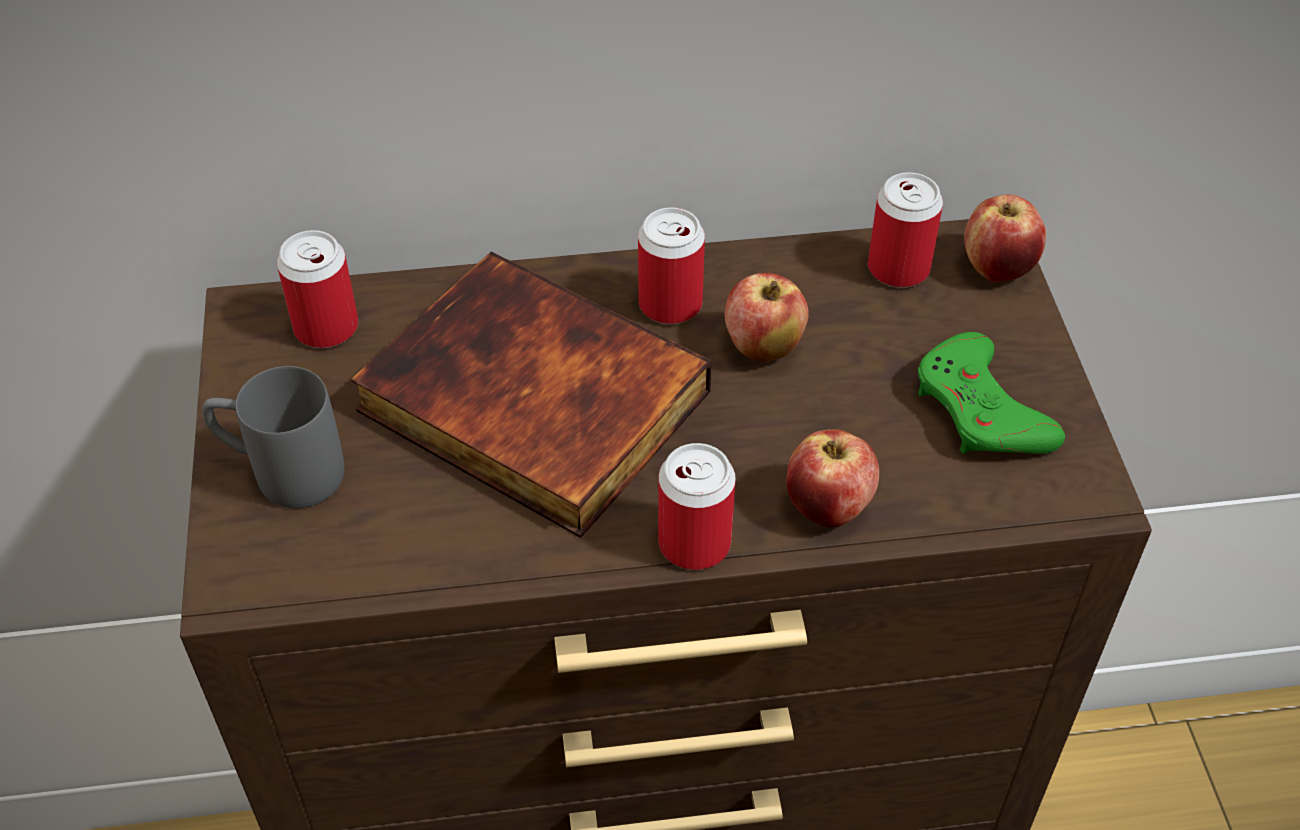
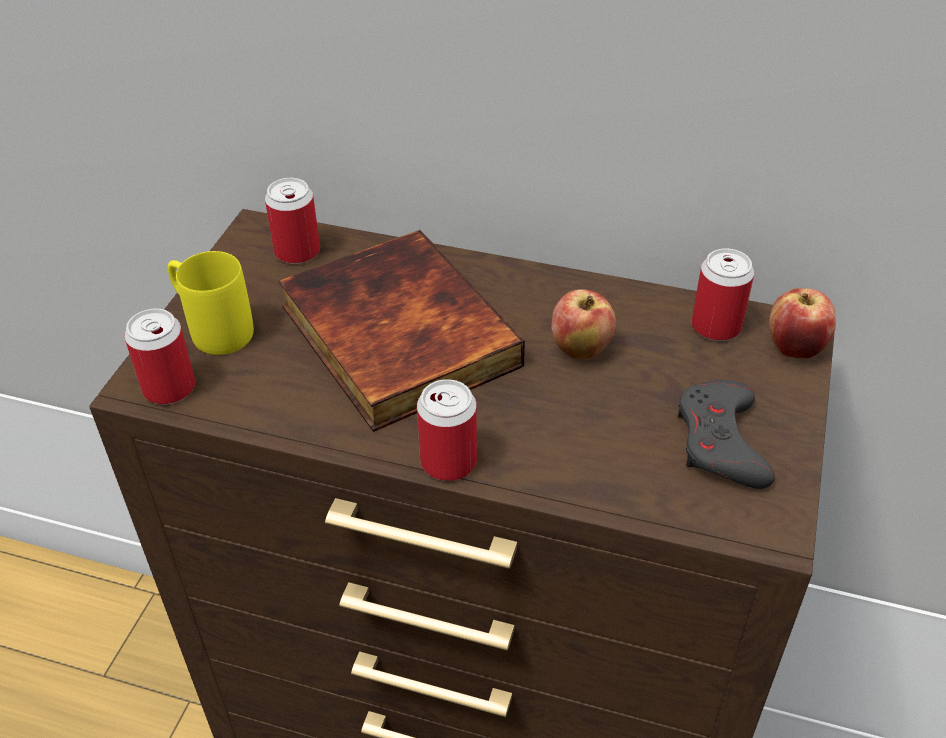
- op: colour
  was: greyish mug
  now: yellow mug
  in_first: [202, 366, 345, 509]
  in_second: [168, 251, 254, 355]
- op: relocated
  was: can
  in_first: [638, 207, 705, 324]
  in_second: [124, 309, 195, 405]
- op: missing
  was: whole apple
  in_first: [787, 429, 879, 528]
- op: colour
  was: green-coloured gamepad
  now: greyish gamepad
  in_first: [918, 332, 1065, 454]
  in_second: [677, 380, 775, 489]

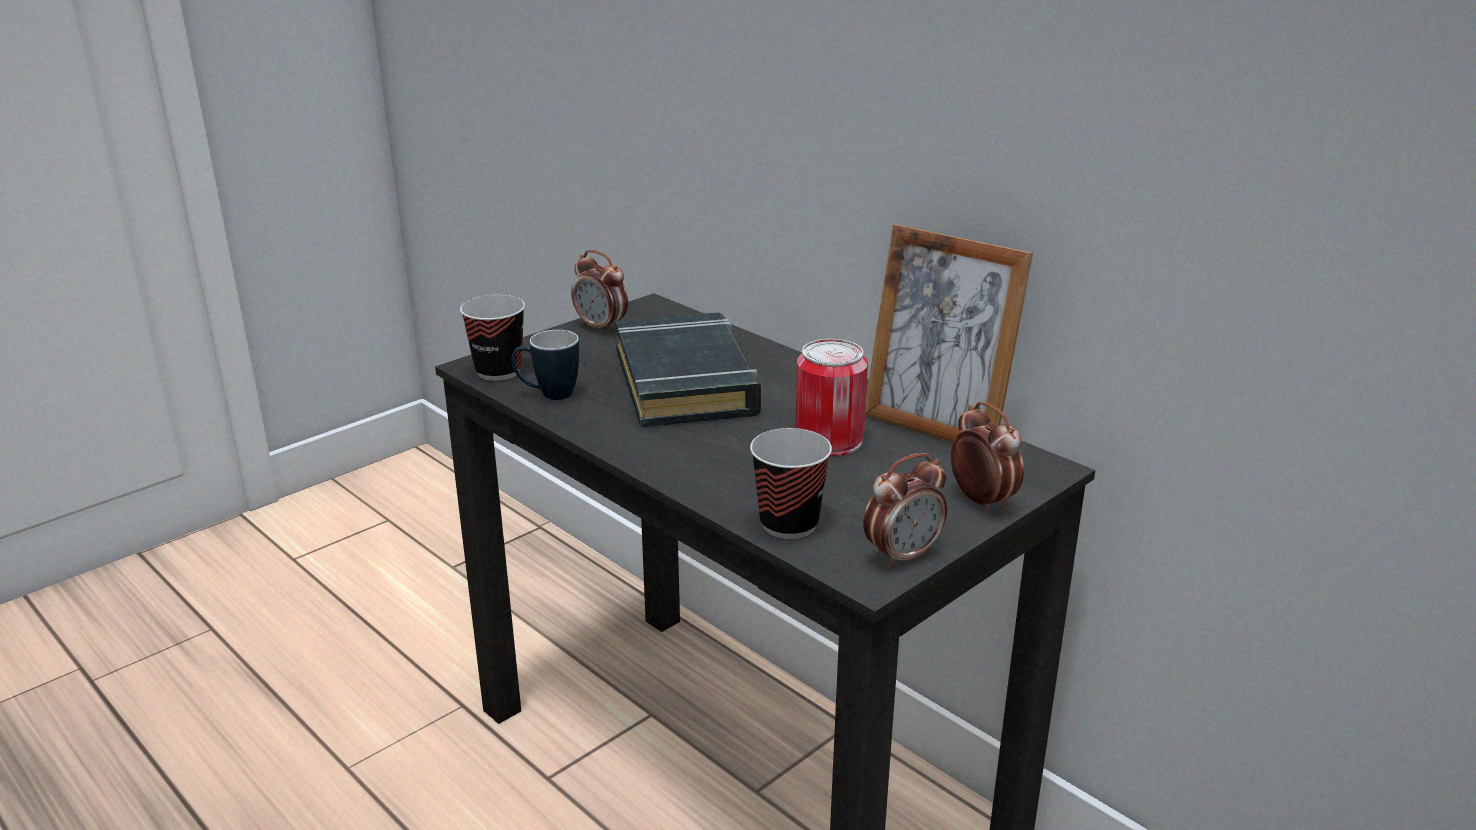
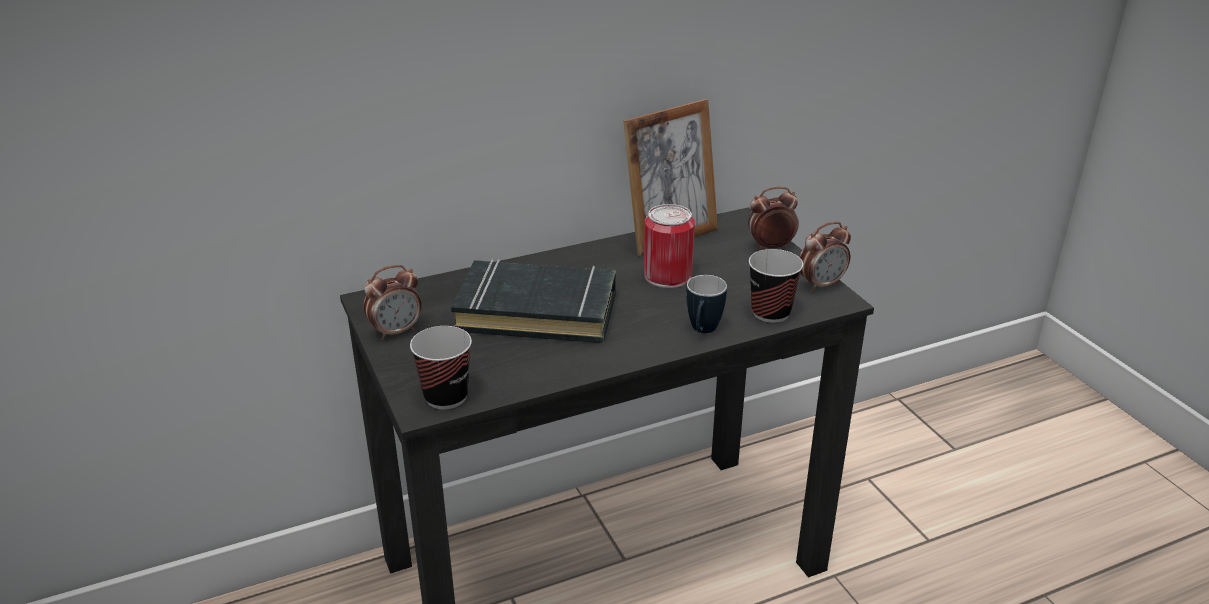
- op: relocated
  was: mug
  in_first: [512, 330, 579, 400]
  in_second: [686, 275, 727, 333]
- op: spun
  was: bedside clock
  in_first: [863, 453, 947, 569]
  in_second: [799, 222, 851, 292]
  clockwise: 75

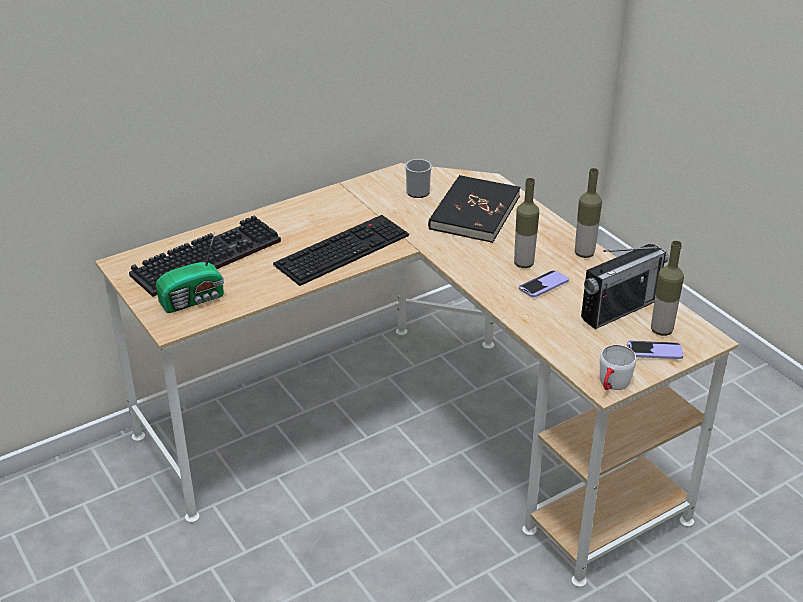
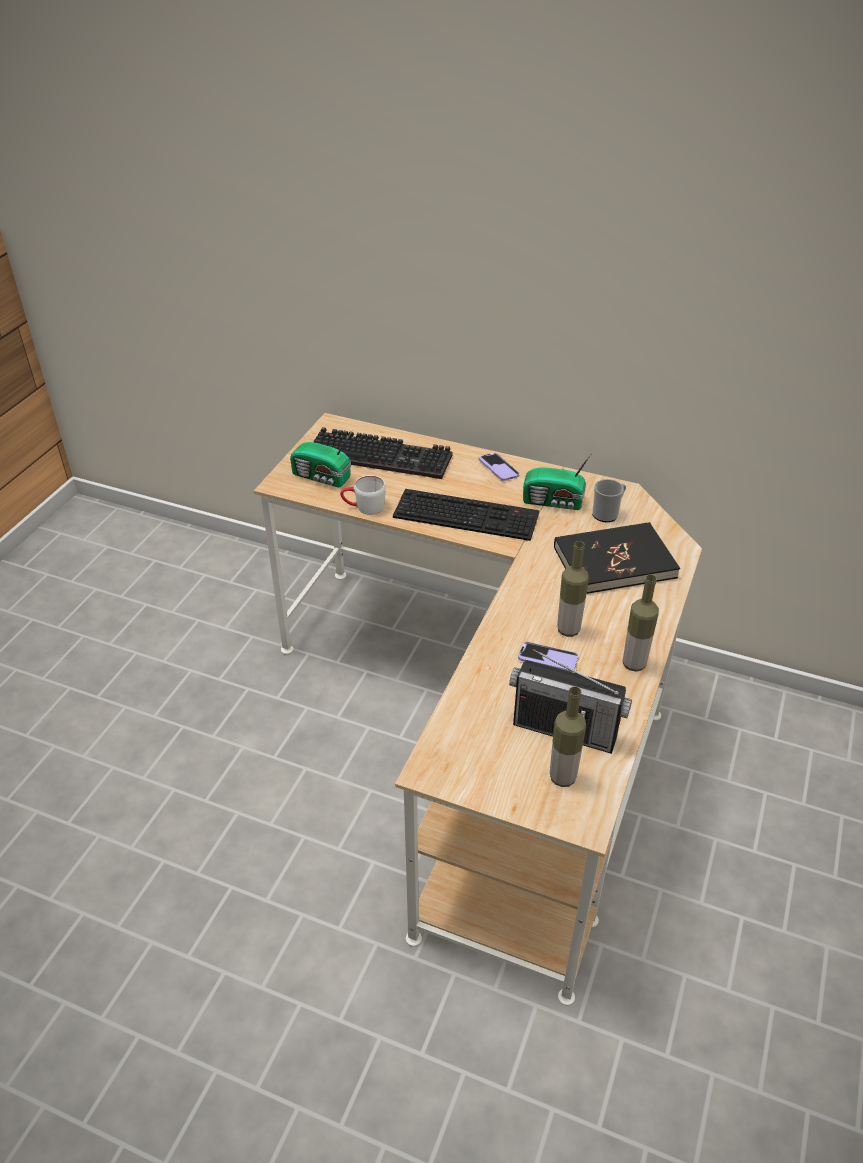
- op: relocated
  was: white-coloured mug
  in_first: [600, 345, 637, 390]
  in_second: [340, 475, 386, 515]
- op: relocated
  was: handset
  in_first: [627, 340, 683, 359]
  in_second: [478, 453, 520, 481]
- op: appeared
  now: radio receiver
  in_second: [523, 450, 594, 510]

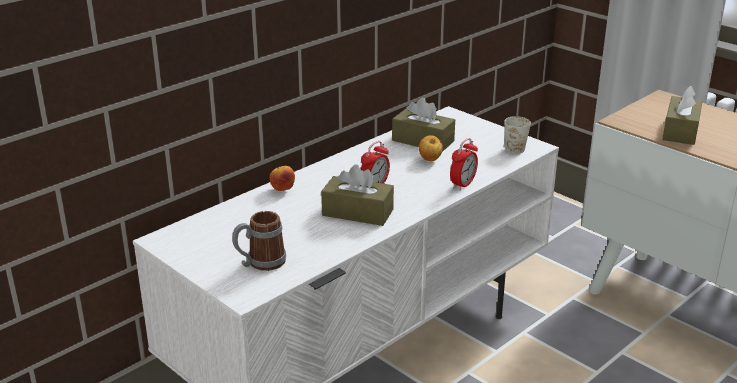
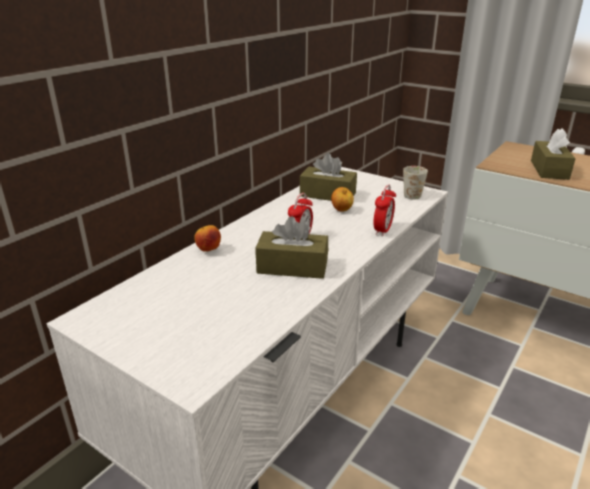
- op: missing
  was: mug
  in_first: [232, 211, 286, 271]

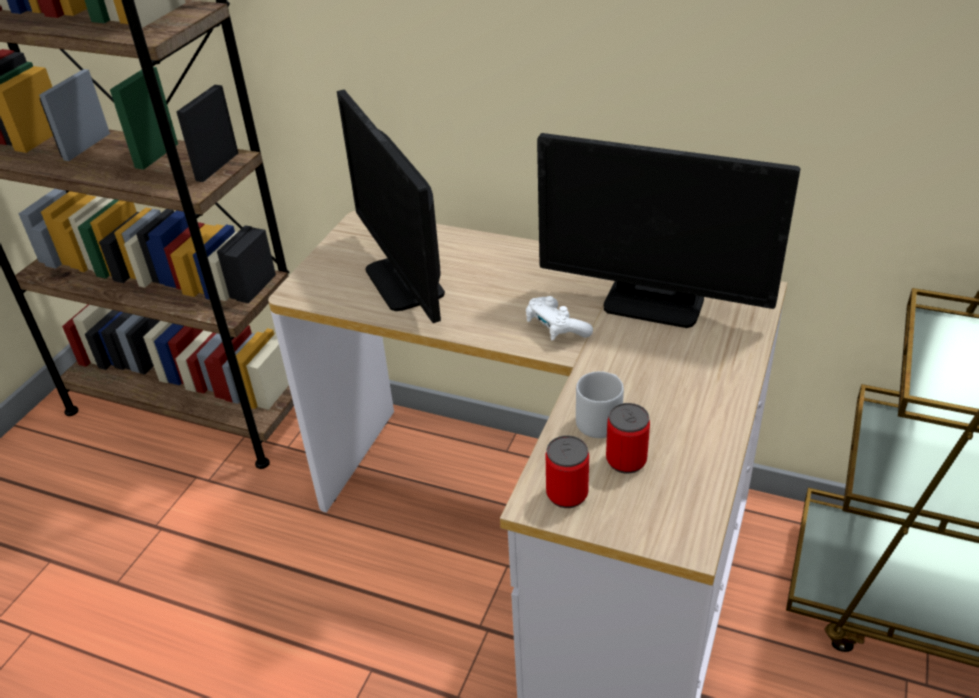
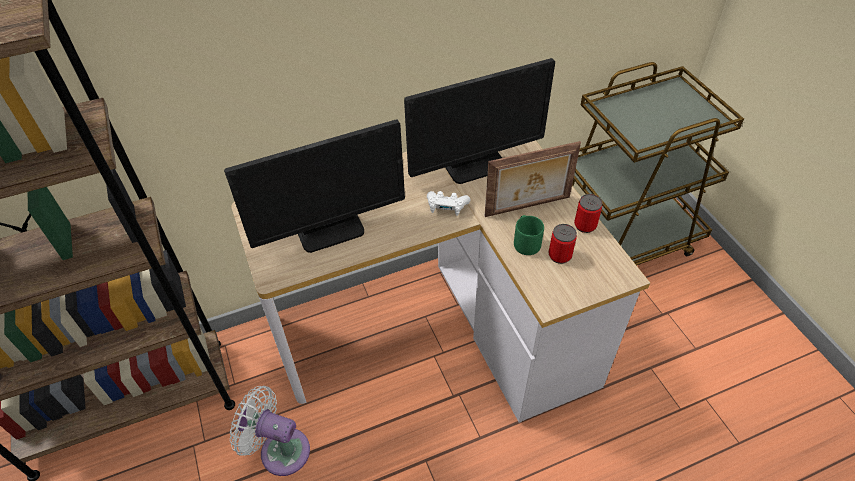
- op: spun
  was: computer display
  in_first: [337, 90, 445, 323]
  in_second: [224, 119, 405, 253]
  clockwise: -45
- op: relocated
  was: can
  in_first: [546, 436, 589, 508]
  in_second: [574, 194, 602, 233]
- op: colour
  was: greyish mug
  now: green-coloured mug
  in_first: [576, 371, 624, 438]
  in_second: [514, 215, 544, 255]
- op: appeared
  now: white-coloured electric fan
  in_second: [230, 386, 310, 476]
- op: appeared
  now: photo frame
  in_second: [485, 141, 581, 217]

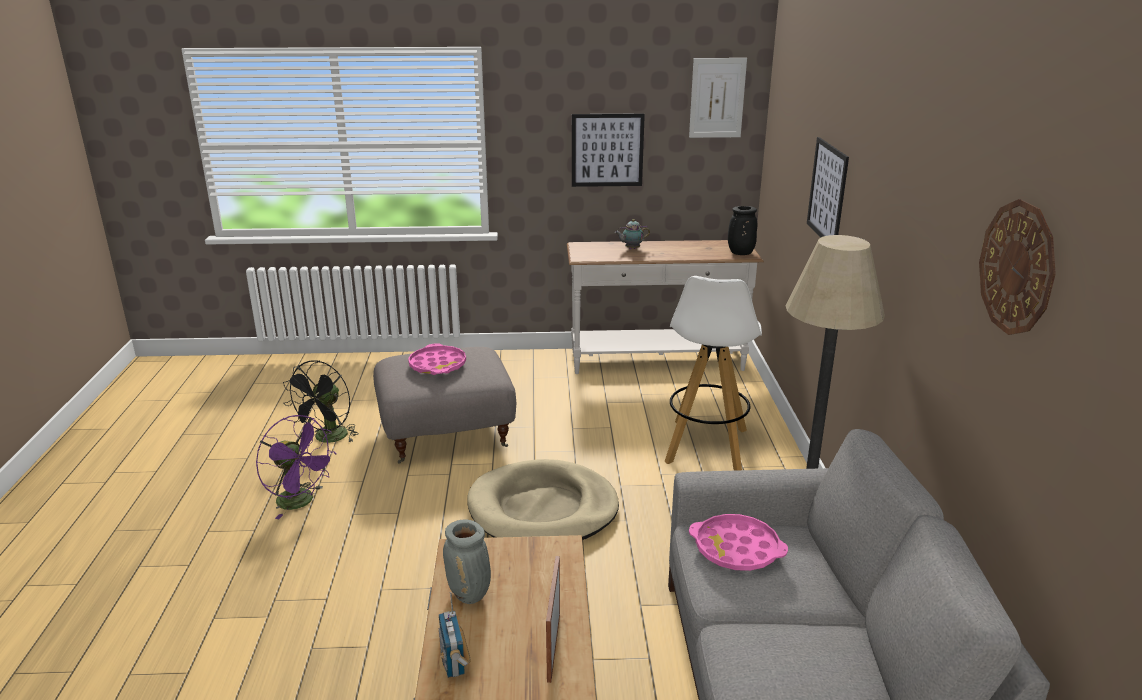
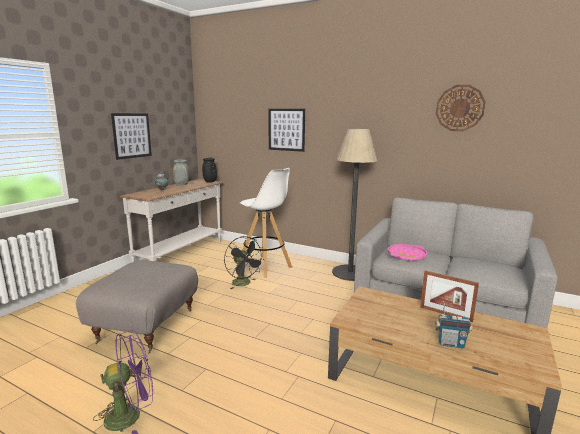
- op: relocated
  was: blackish electric fan
  in_first: [283, 360, 359, 443]
  in_second: [224, 236, 265, 289]
- op: missing
  was: pink-coloured serving tray
  in_first: [408, 343, 466, 375]
- op: relocated
  was: greyish flower vase
  in_first: [443, 520, 491, 604]
  in_second: [173, 160, 189, 185]
- op: missing
  was: beige pet bed
  in_first: [467, 459, 619, 540]
- op: missing
  was: picture
  in_first: [689, 58, 747, 138]

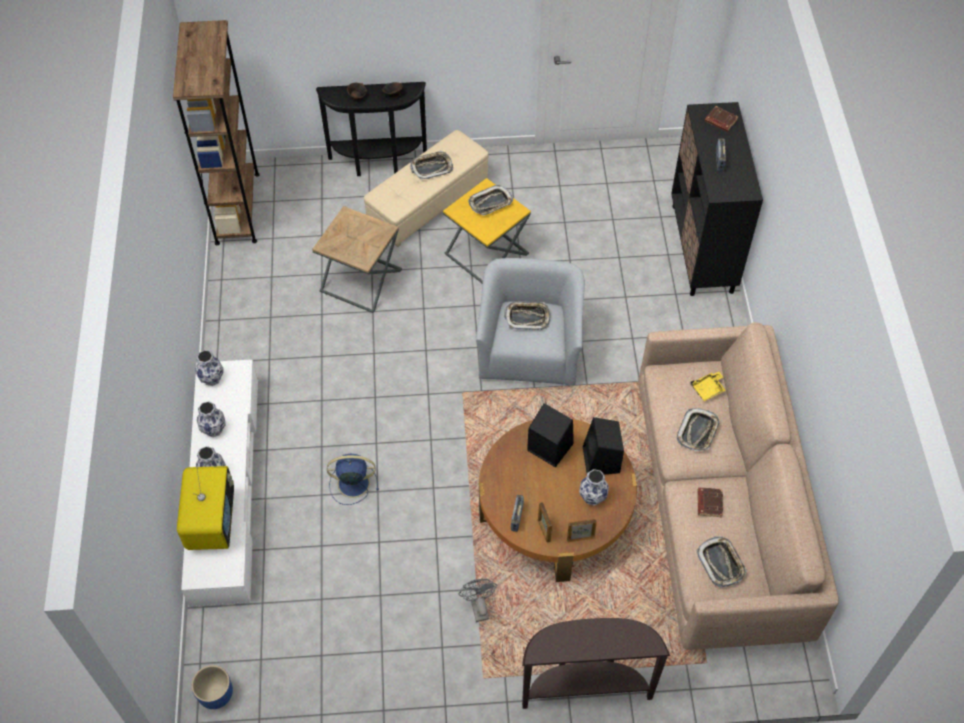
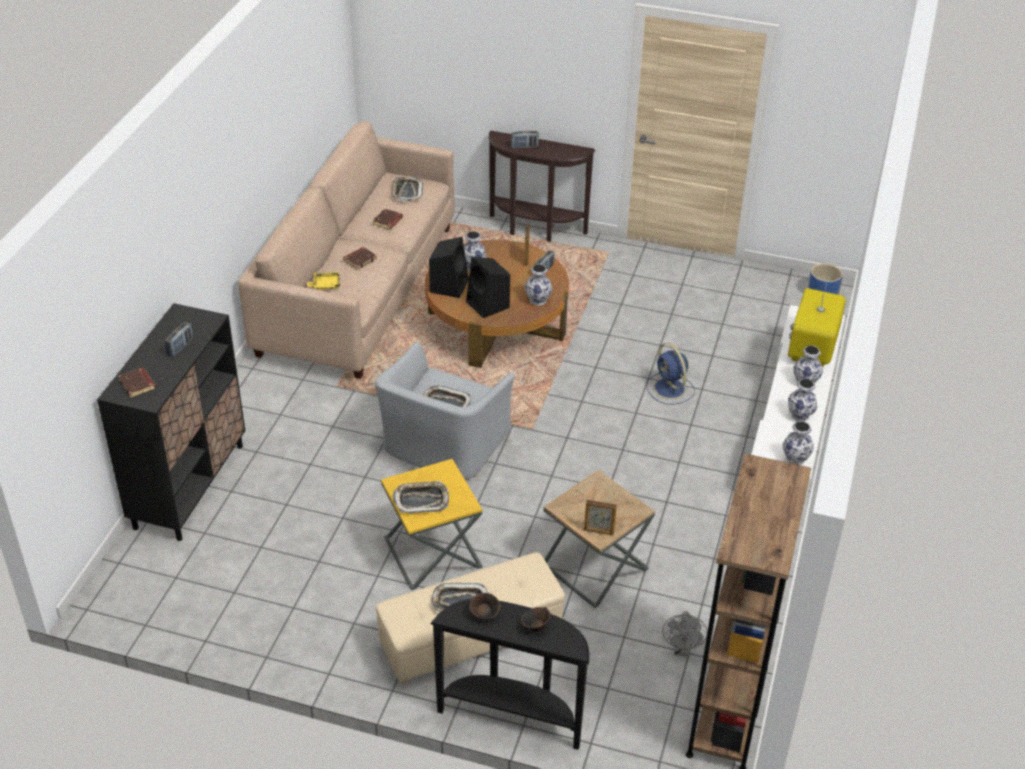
- op: spun
  was: blue electric fan
  in_first: [327, 453, 379, 505]
  in_second: [646, 343, 695, 405]
  clockwise: 45
- op: relocated
  was: greyish electric fan
  in_first: [459, 579, 497, 622]
  in_second: [662, 611, 708, 657]
- op: relocated
  was: photo frame
  in_first: [567, 519, 597, 543]
  in_second: [584, 500, 617, 535]
- op: exchanged
  was: serving tray
  now: brownish book
  in_first: [677, 408, 720, 451]
  in_second: [343, 247, 377, 270]
- op: appeared
  now: radio receiver
  in_second: [511, 130, 539, 148]
- op: appeared
  now: flower vase
  in_second: [525, 264, 553, 306]

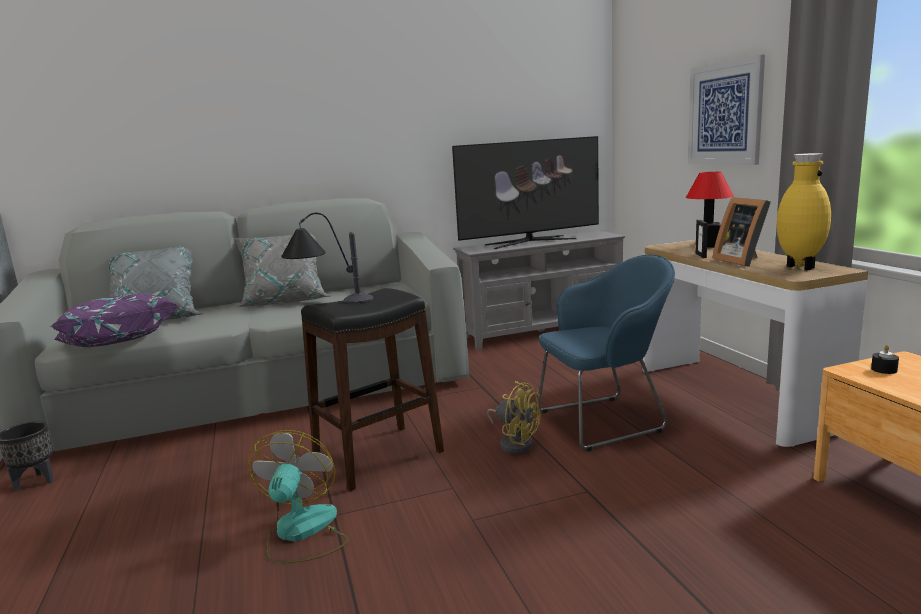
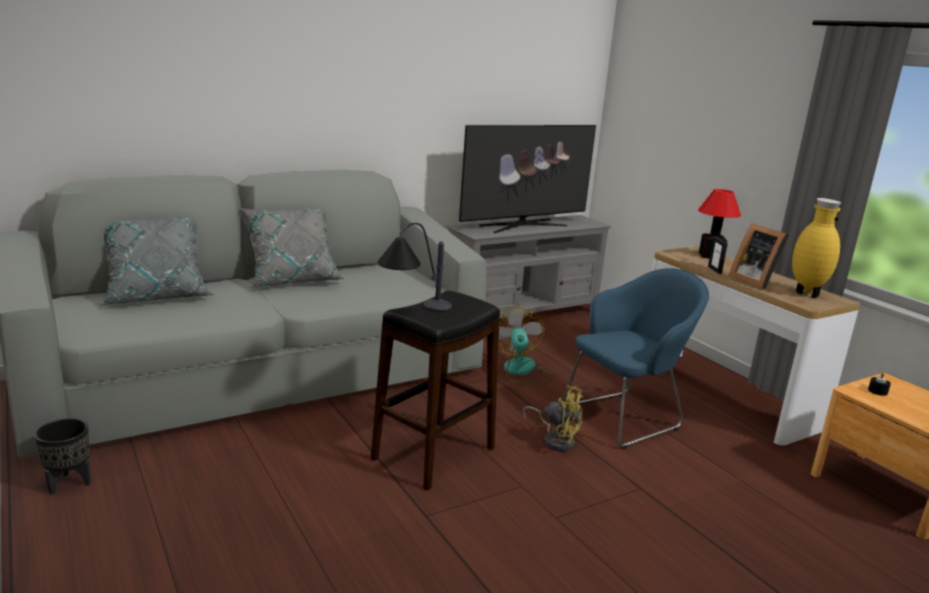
- op: missing
  was: purplish pillow
  in_first: [50, 294, 180, 347]
- op: relocated
  was: electric fan
  in_first: [248, 430, 349, 563]
  in_second: [498, 308, 556, 385]
- op: missing
  was: picture
  in_first: [688, 55, 765, 165]

